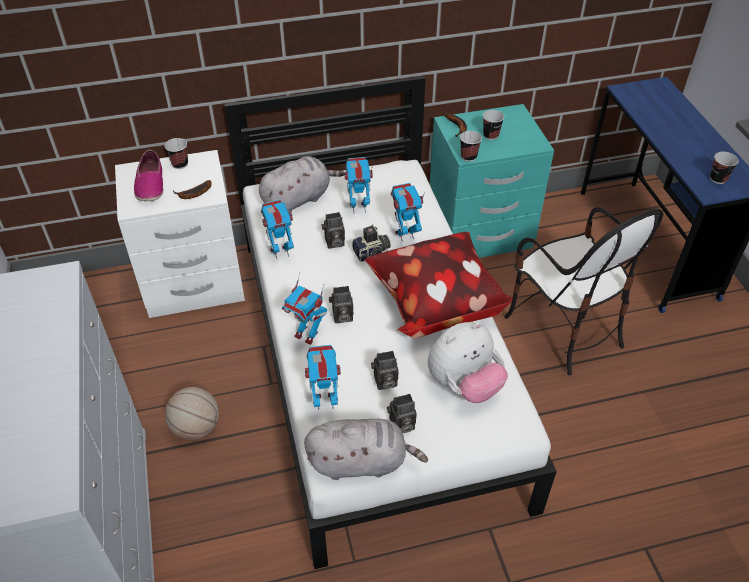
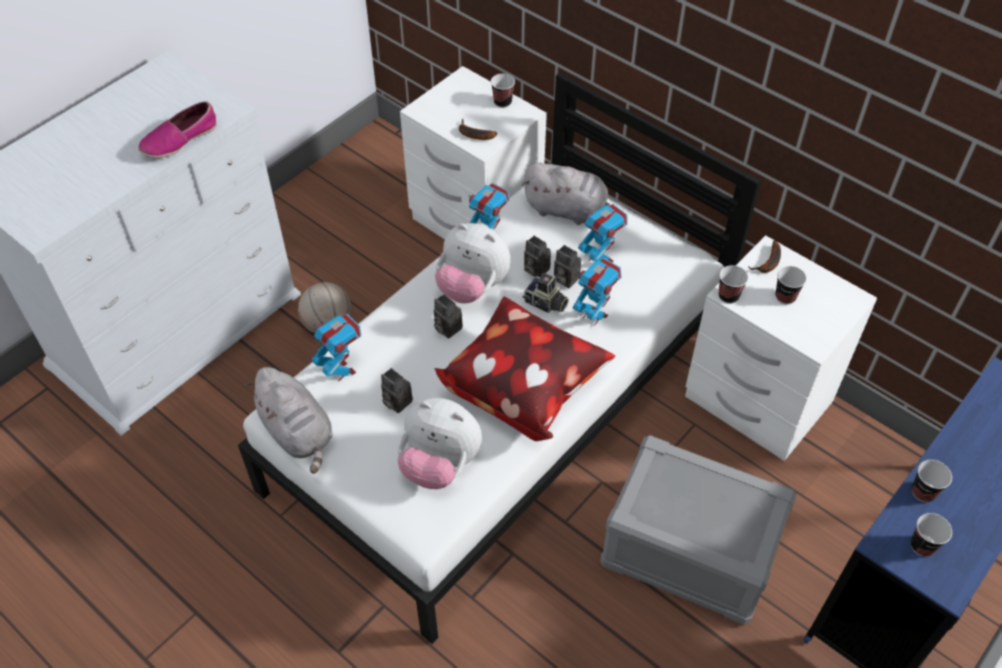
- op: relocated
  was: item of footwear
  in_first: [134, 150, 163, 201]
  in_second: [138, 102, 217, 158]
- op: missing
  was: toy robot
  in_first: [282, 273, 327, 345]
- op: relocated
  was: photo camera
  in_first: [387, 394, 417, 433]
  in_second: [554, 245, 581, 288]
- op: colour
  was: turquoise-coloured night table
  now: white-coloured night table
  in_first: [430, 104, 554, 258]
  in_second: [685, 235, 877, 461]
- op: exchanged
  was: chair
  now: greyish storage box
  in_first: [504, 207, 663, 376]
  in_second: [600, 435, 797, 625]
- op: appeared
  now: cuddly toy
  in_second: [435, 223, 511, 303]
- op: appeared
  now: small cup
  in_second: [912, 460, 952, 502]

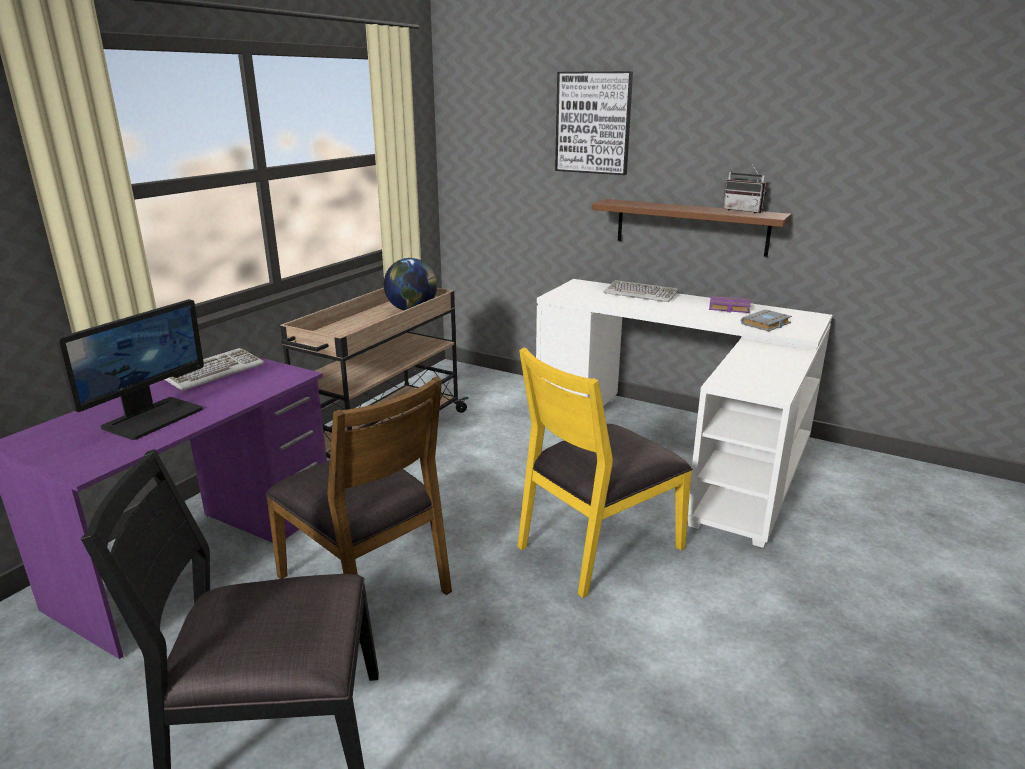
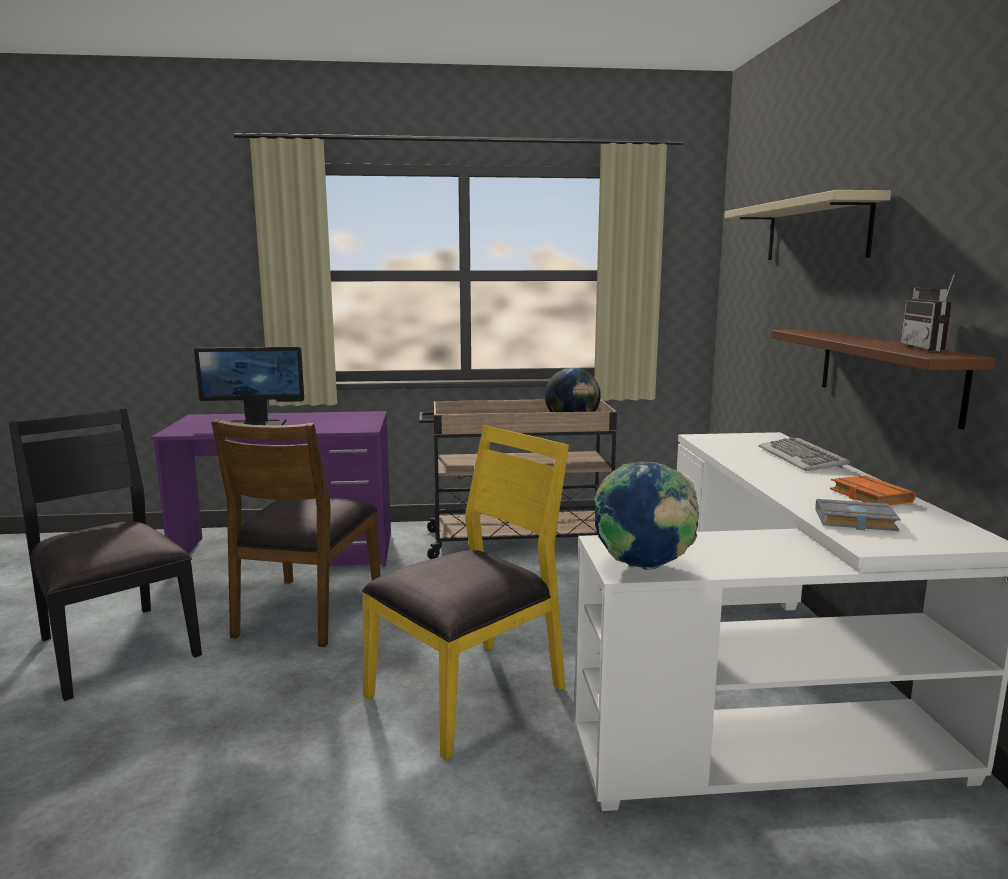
- op: missing
  was: PC keyboard
  in_first: [164, 348, 264, 391]
- op: spun
  was: yellow chair
  in_first: [517, 348, 692, 598]
  in_second: [362, 425, 569, 760]
  clockwise: 120
- op: exchanged
  was: picture
  now: beige shelf
  in_first: [555, 71, 633, 175]
  in_second: [724, 190, 891, 260]
- op: colour
  was: purplish book
  now: orange book
  in_first: [709, 296, 750, 313]
  in_second: [830, 475, 916, 505]
- op: appeared
  now: globe
  in_second: [595, 462, 699, 570]

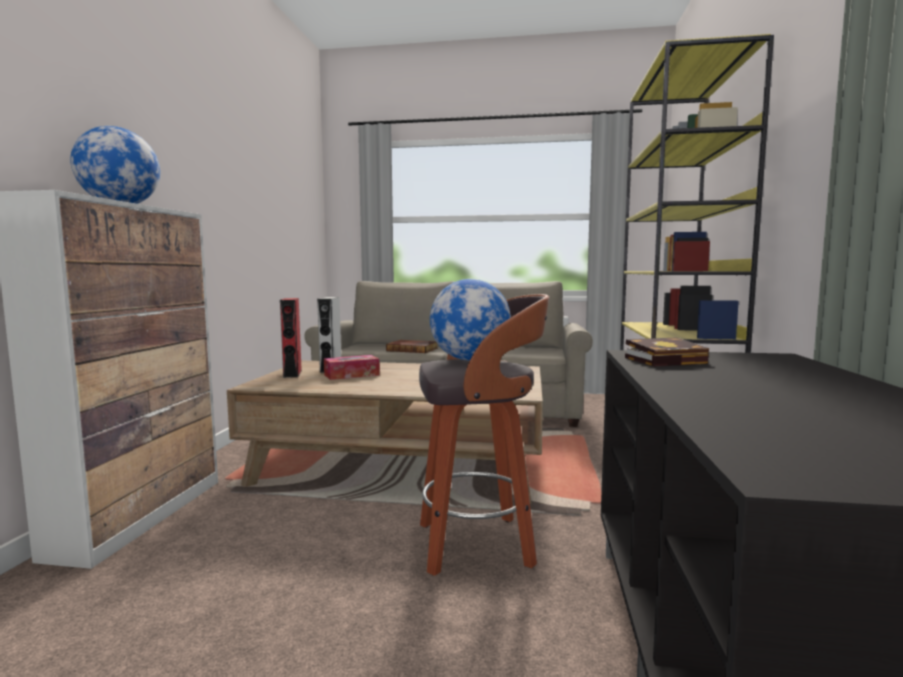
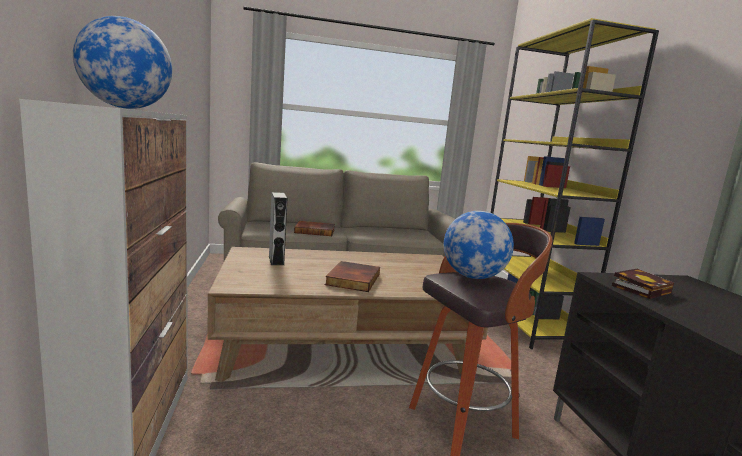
- op: missing
  was: reddish speaker
  in_first: [280, 298, 302, 378]
- op: missing
  was: box of tissues
  in_first: [324, 355, 380, 380]
- op: appeared
  now: book
  in_second: [325, 261, 380, 292]

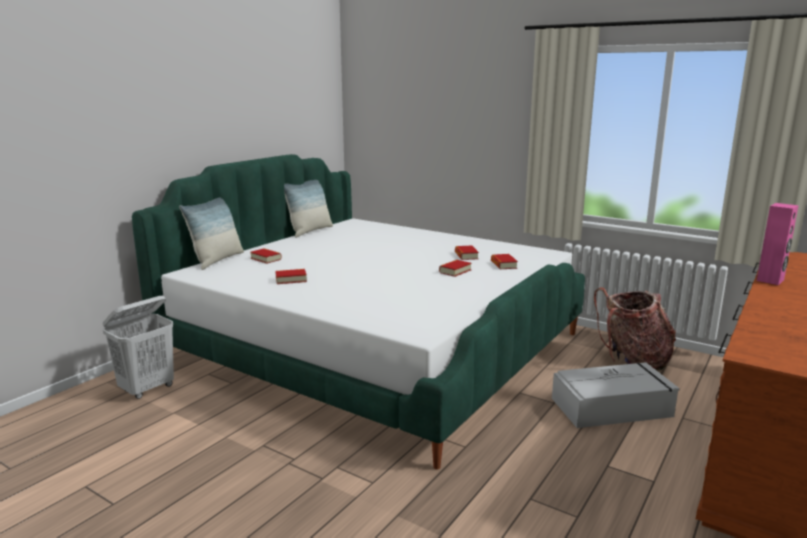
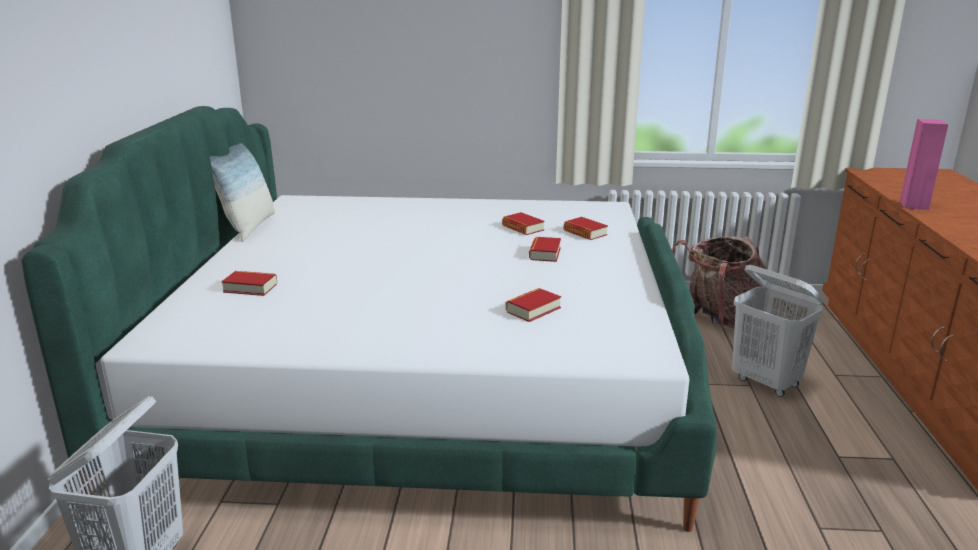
- op: missing
  was: pillow
  in_first: [179, 197, 244, 270]
- op: relocated
  was: book
  in_first: [275, 269, 307, 284]
  in_second: [506, 288, 561, 322]
- op: exchanged
  was: greyish storage box
  now: white-coloured washing basket
  in_first: [552, 362, 680, 428]
  in_second: [732, 265, 824, 397]

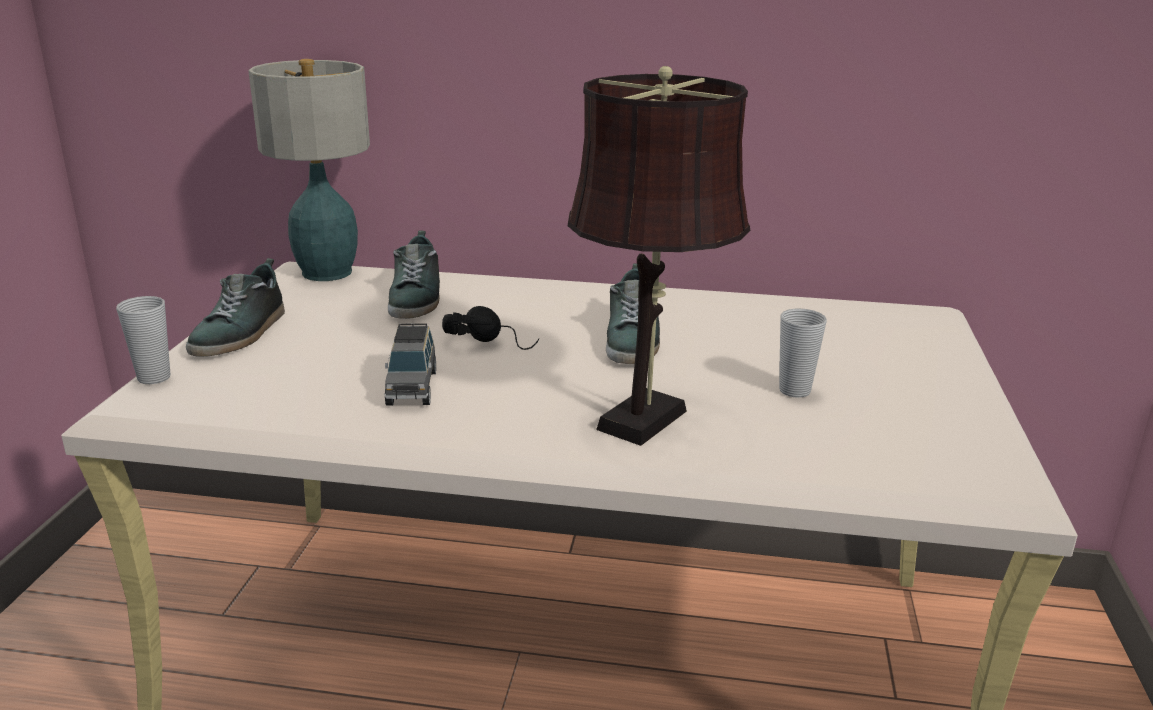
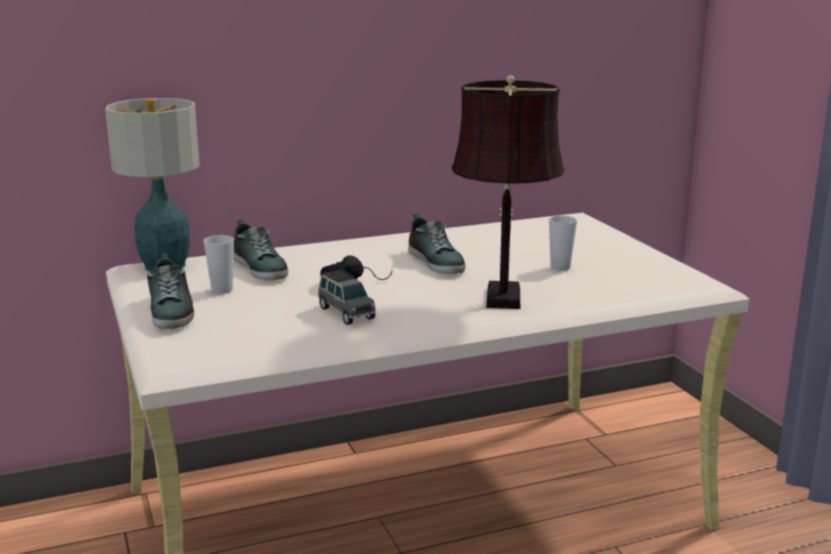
- op: relocated
  was: small cup
  in_first: [116, 296, 170, 384]
  in_second: [204, 235, 234, 294]

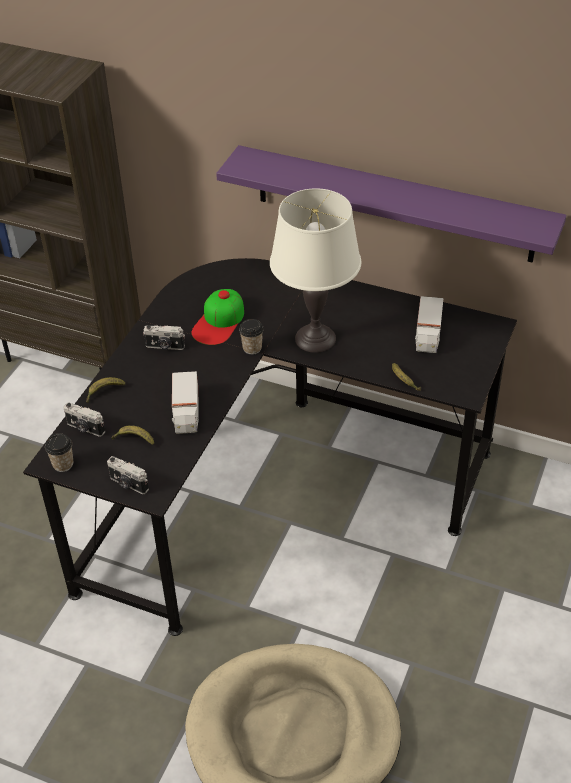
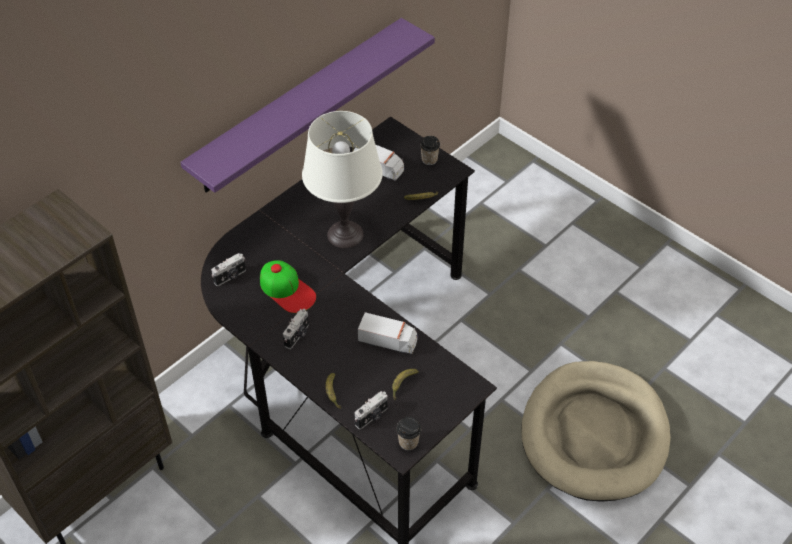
- op: relocated
  was: photo camera
  in_first: [107, 456, 149, 494]
  in_second: [211, 253, 246, 286]
- op: relocated
  was: small cup
  in_first: [239, 319, 264, 355]
  in_second: [420, 136, 440, 165]

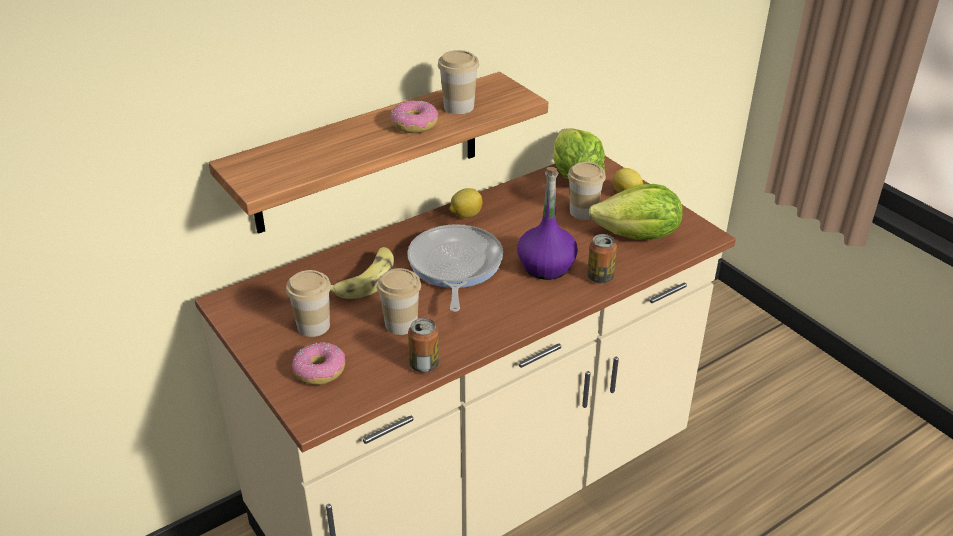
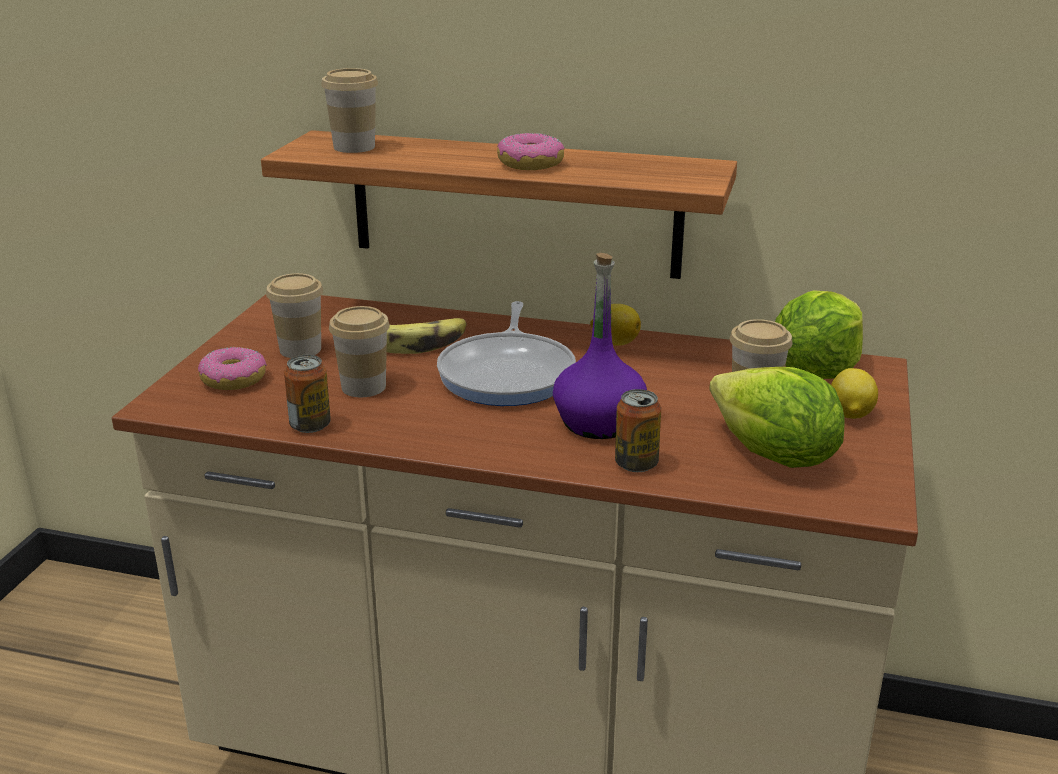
- op: spun
  was: frying pan
  in_first: [407, 224, 503, 312]
  in_second: [437, 301, 576, 406]
  clockwise: 135
- op: relocated
  was: small cup
  in_first: [438, 50, 479, 114]
  in_second: [321, 68, 378, 153]

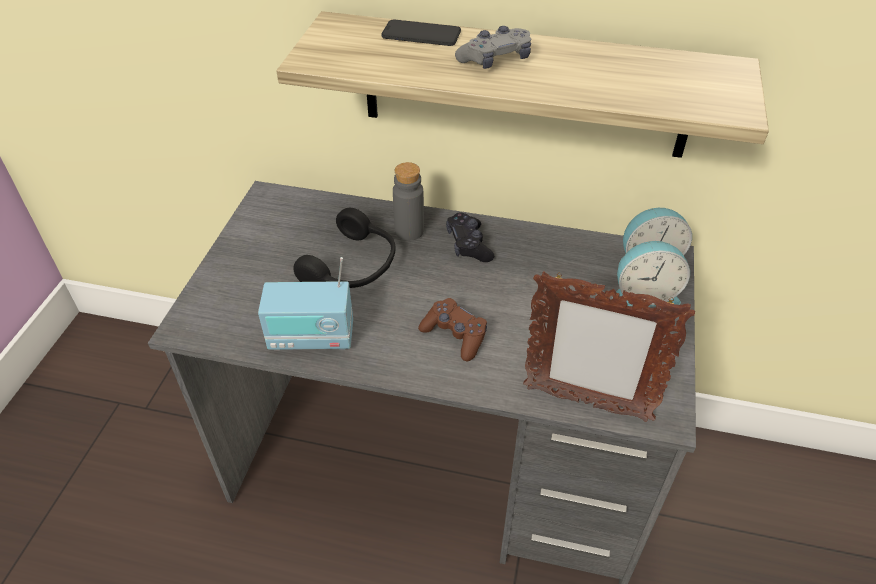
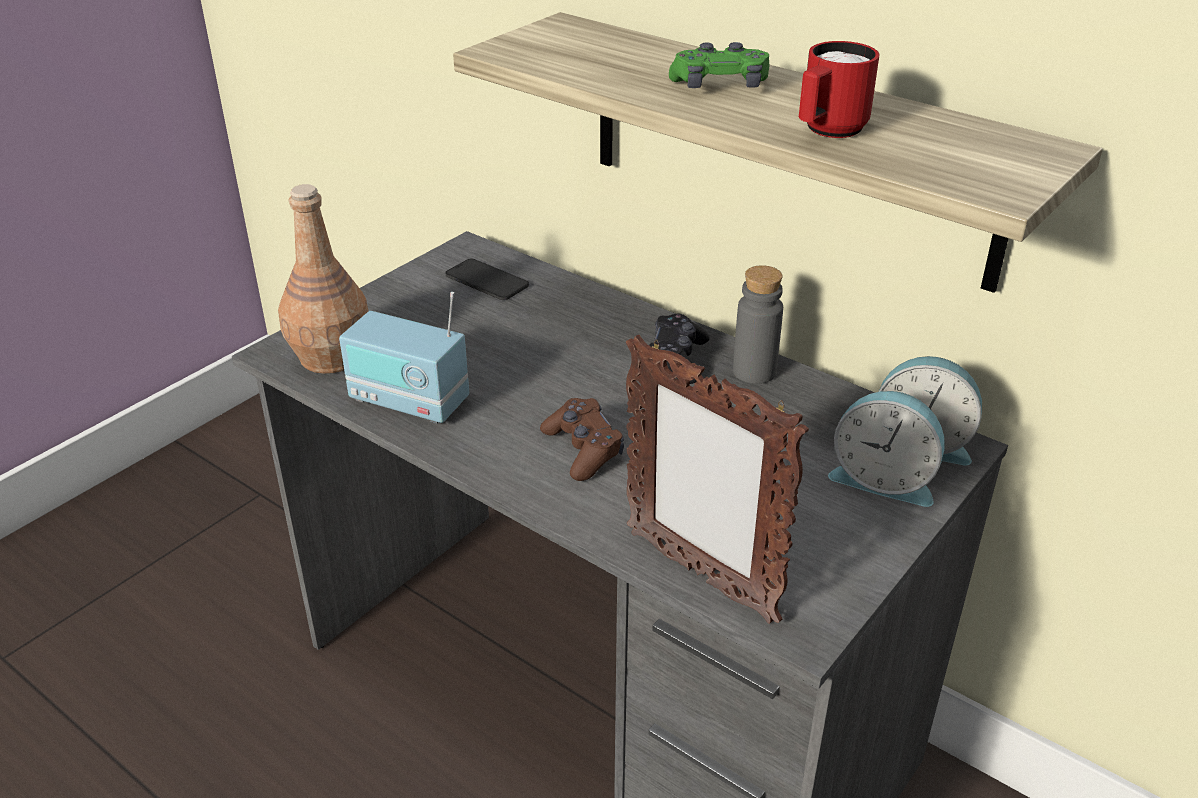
- op: missing
  was: blackish headphones
  in_first: [293, 208, 395, 288]
- op: relocated
  was: handset
  in_first: [381, 19, 461, 46]
  in_second: [445, 259, 529, 300]
- op: relocated
  was: greyish beverage bottle
  in_first: [393, 162, 424, 241]
  in_second: [733, 265, 783, 384]
- op: colour
  was: greyish gamepad
  now: green-coloured gamepad
  in_first: [455, 26, 531, 69]
  in_second: [669, 42, 769, 88]
- op: appeared
  now: brownish beverage bottle
  in_second: [278, 184, 368, 374]
- op: appeared
  now: reddish mug
  in_second: [799, 41, 880, 138]

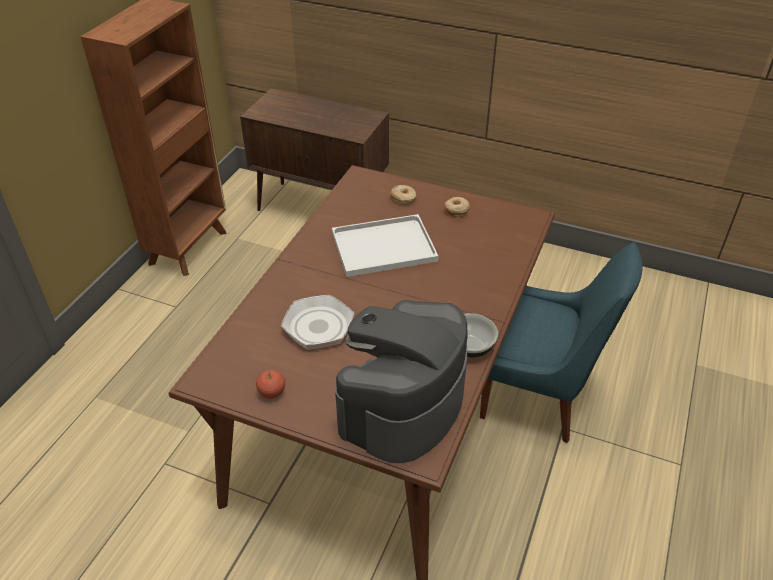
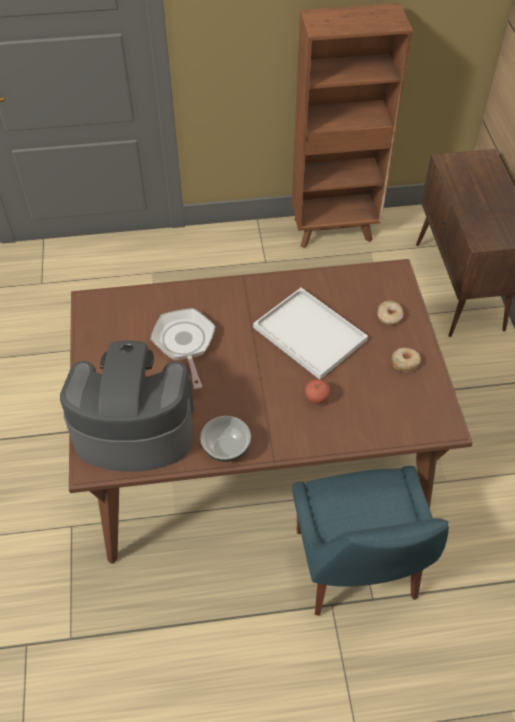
- op: relocated
  was: whole apple
  in_first: [256, 370, 285, 399]
  in_second: [305, 379, 330, 404]

